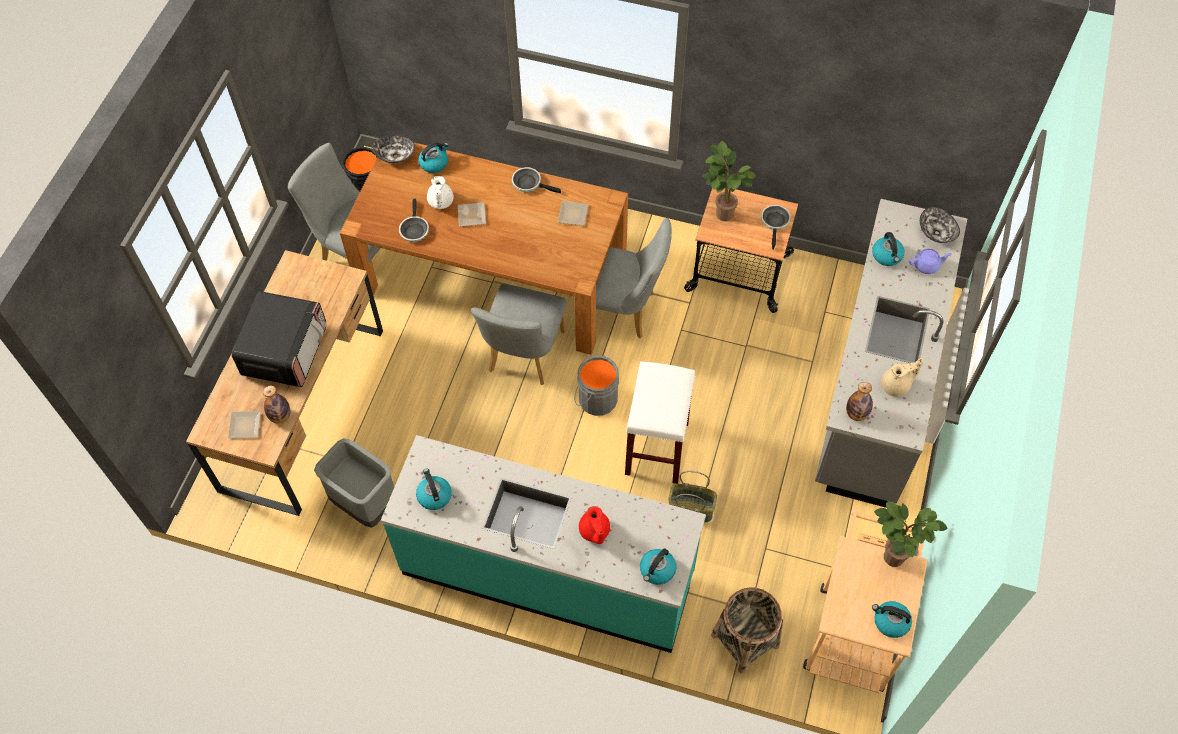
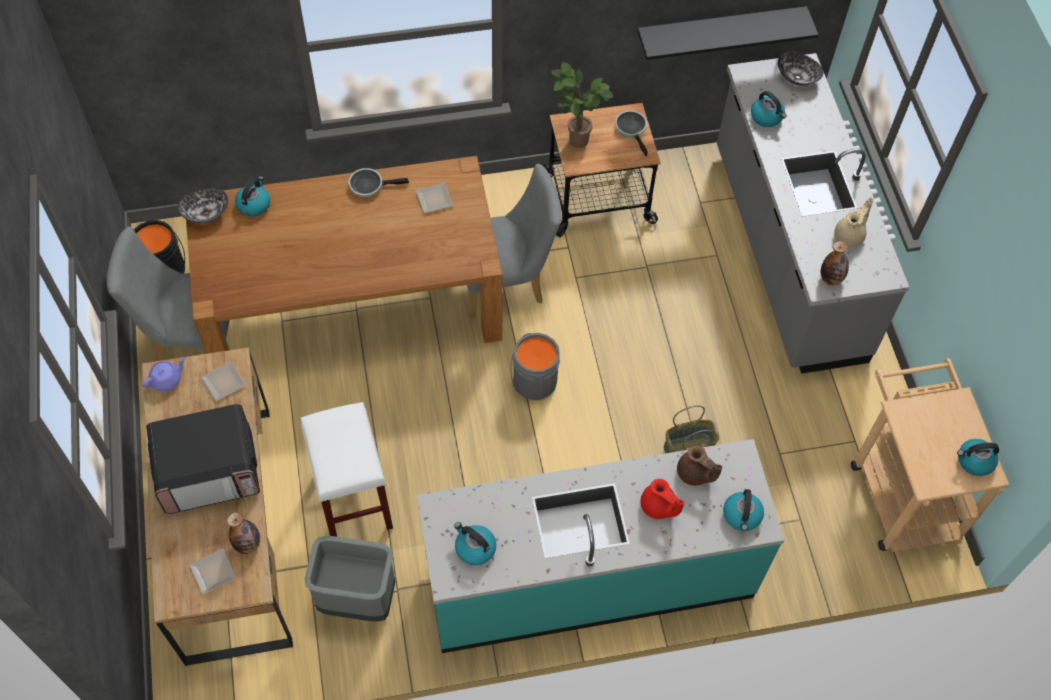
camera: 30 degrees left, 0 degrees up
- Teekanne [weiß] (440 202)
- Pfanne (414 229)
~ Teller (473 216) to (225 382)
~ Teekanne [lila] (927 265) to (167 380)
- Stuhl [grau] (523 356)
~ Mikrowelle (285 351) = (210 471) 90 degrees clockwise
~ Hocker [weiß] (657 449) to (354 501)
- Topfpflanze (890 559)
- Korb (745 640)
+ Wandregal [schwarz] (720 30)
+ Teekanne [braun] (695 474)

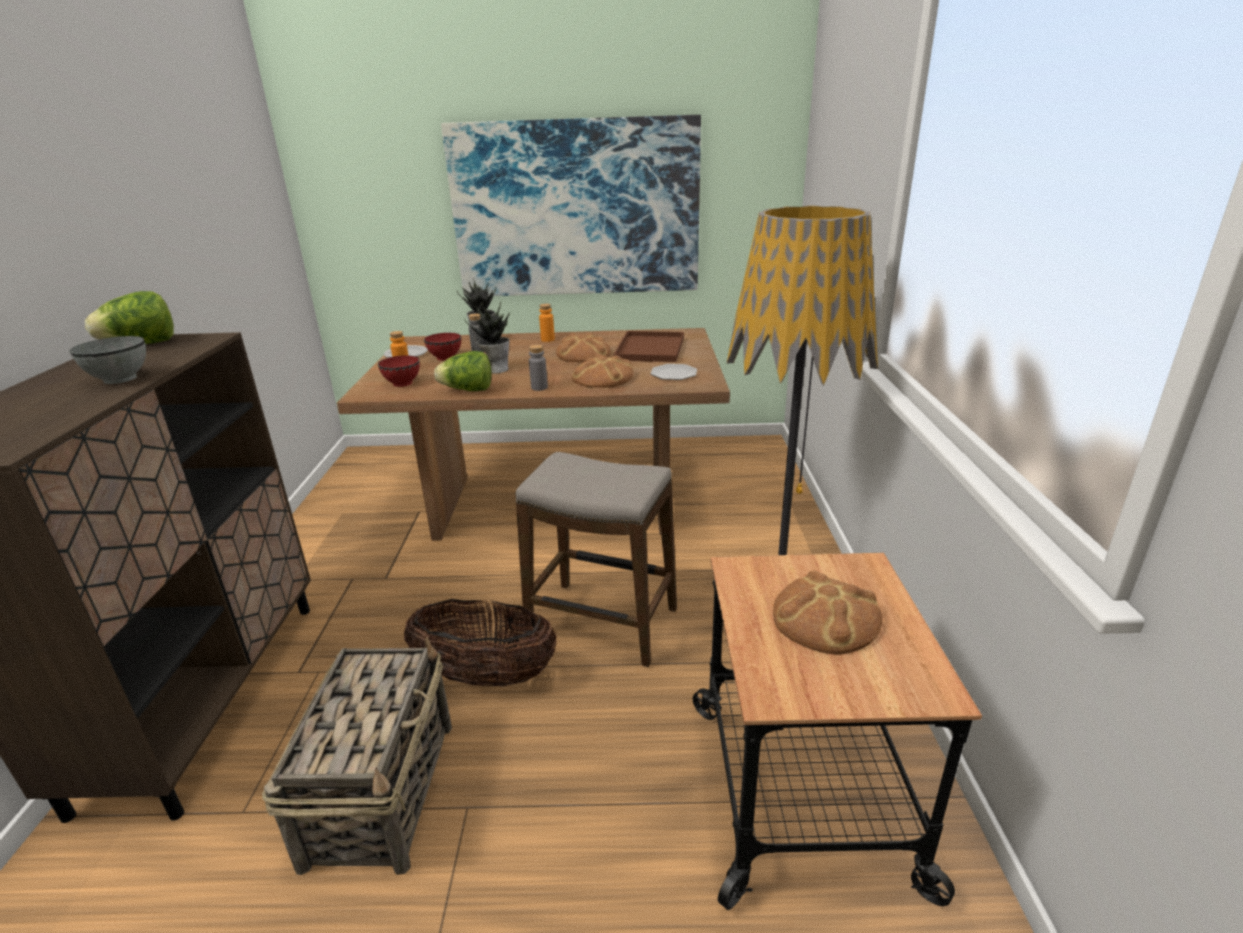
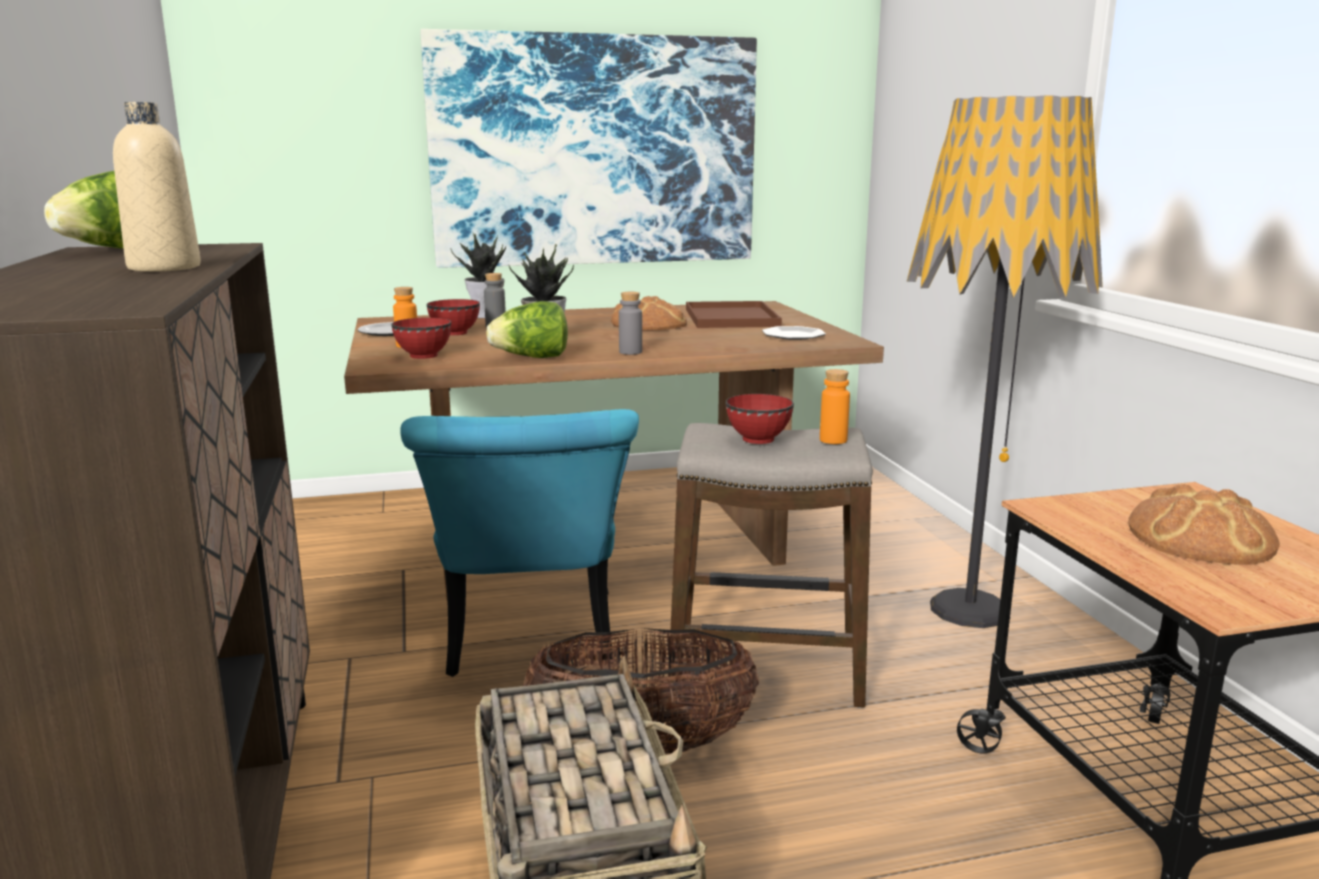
camera: 15 degrees left, 10 degrees down
~ Flasche [orange] (547 339) to (833 440)
~ Schüssel [grau] (121 379) to Flasche [beige] (164 267)
- Brot (603 378)
+ Schüssel [rot] (759 439)
+ Stuhl [türkis] (531 643)

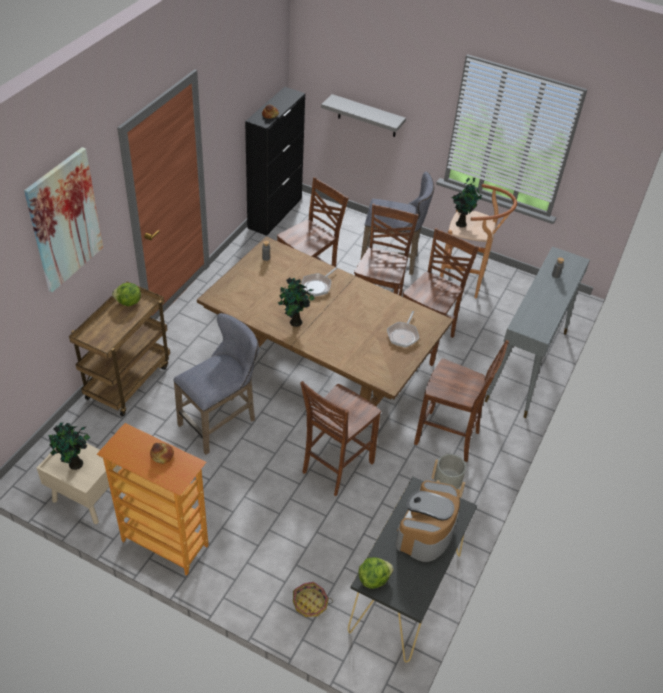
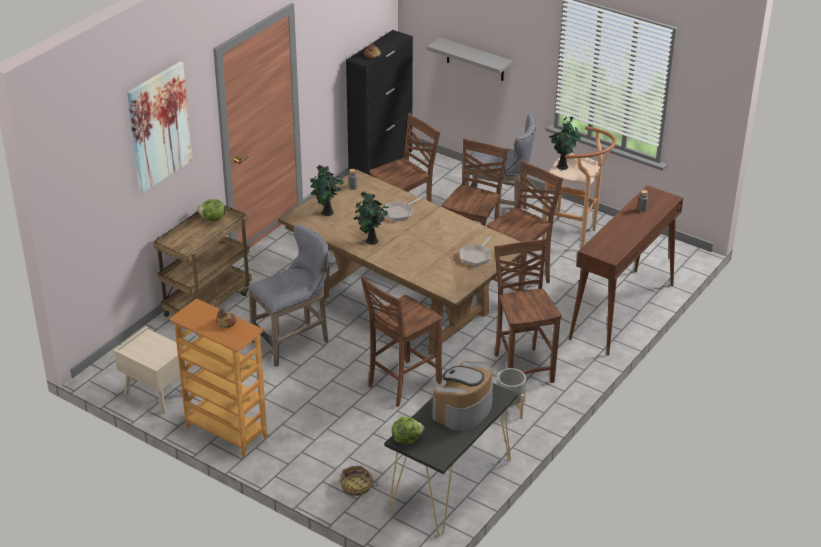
camera: 10 degrees right, 10 degrees down
~ Konsolentisch [grau] (526 366) to Konsolentisch [braun] (621 312)
~ Stuhl [braun] (448 438) = (522 367) 135 degrees counterclockwise
~ Topfpflanze (75 465) to (327 213)

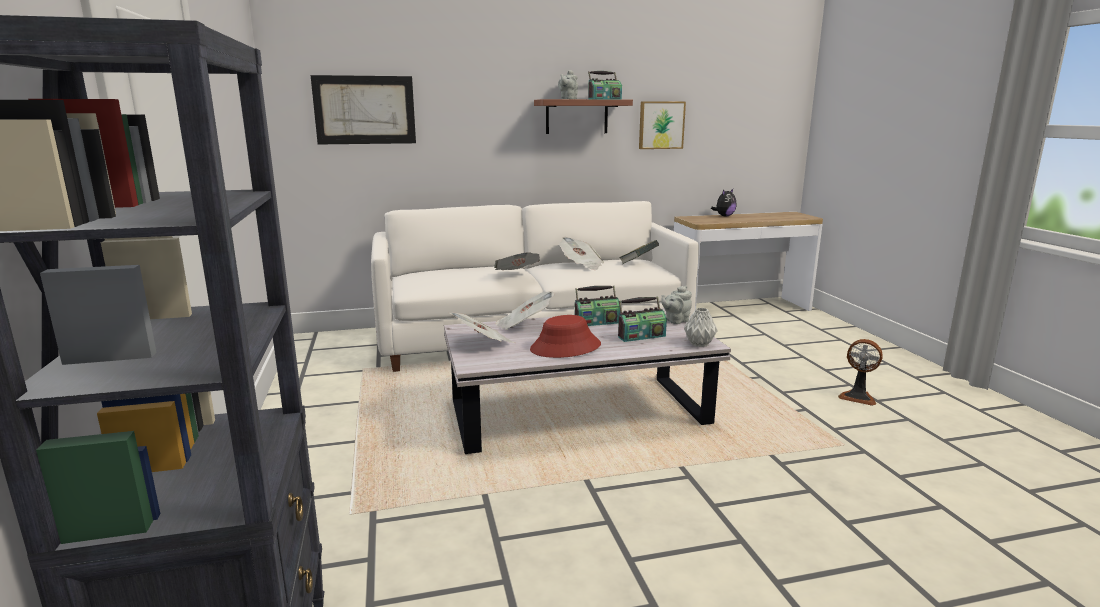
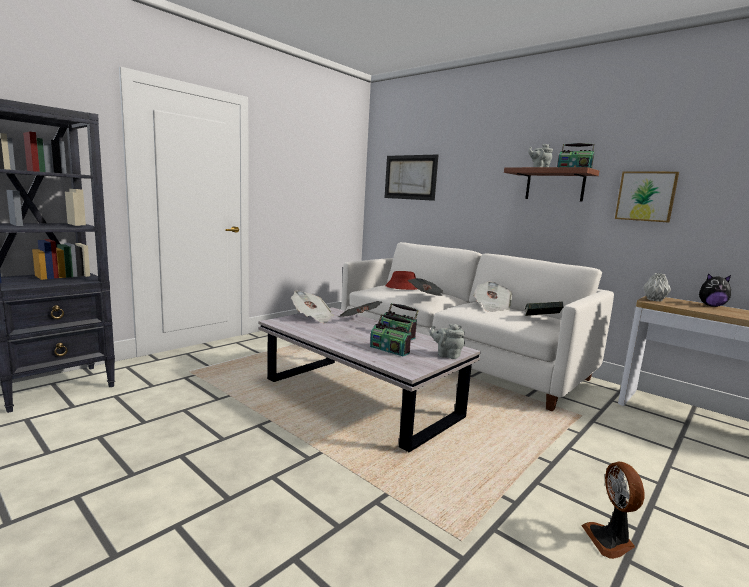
camera: 55 degrees right, 5 degrees down
~ Vase [grau] (700 344) to (655 300)
~ Hut [rot] (565 347) to (403 287)

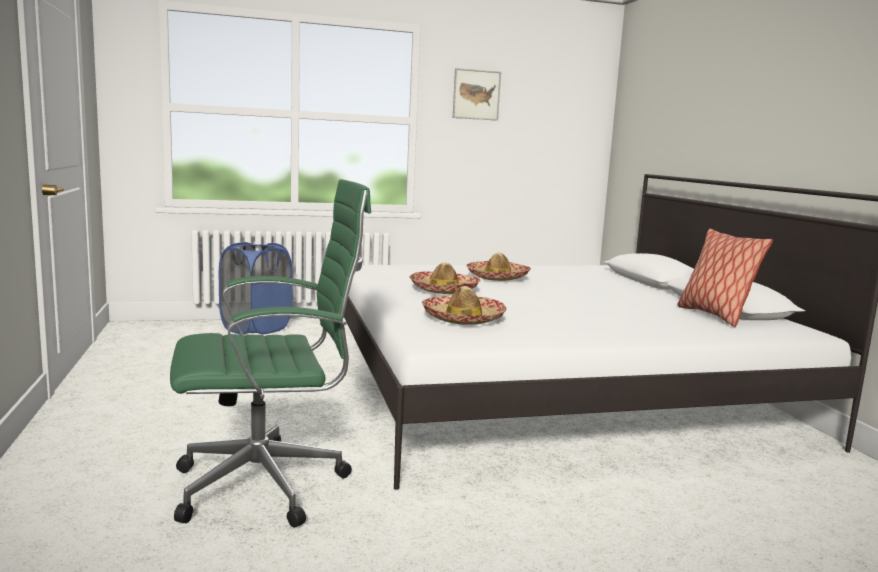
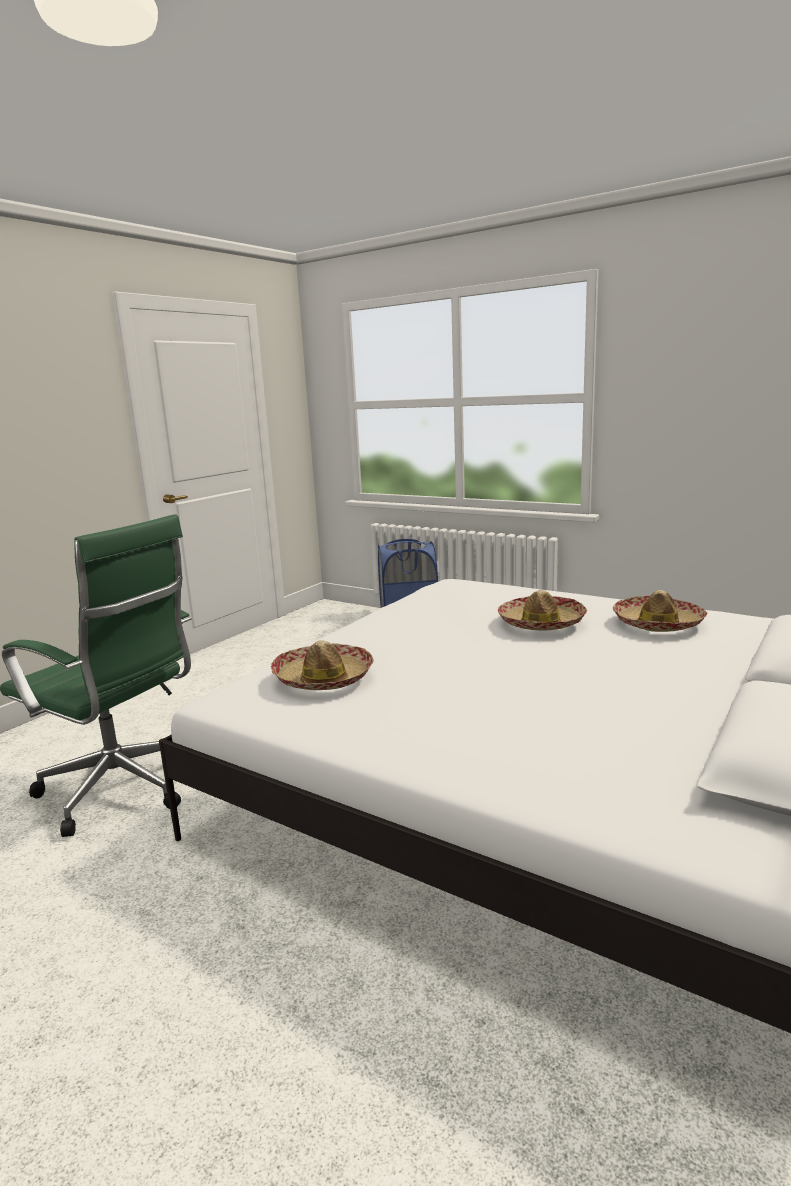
camera: 50 degrees right, 5 degrees up
- Bild (476 94)
- Kissen (714 316)
~ Hut (444 290) to (658 623)

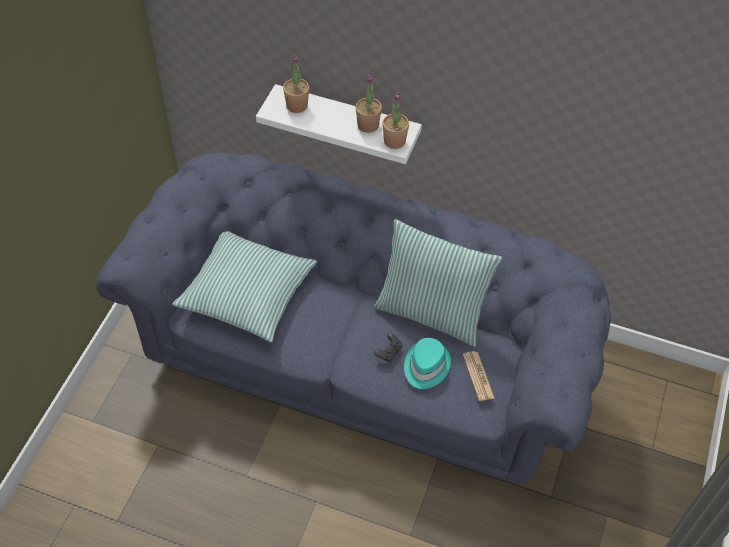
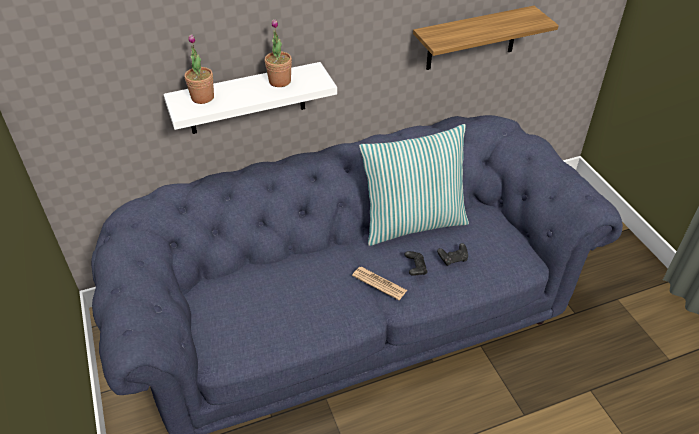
camera: 40 degrees left, 10 degrees down
- Topfpflanze (394 141)
- Kissen (247 292)
~ Hut [türkis] (425 366) to Gamepad [schwarz] (453 259)
~ Zeitung (478 376) to (379 283)
+ Wandregal (472 38)

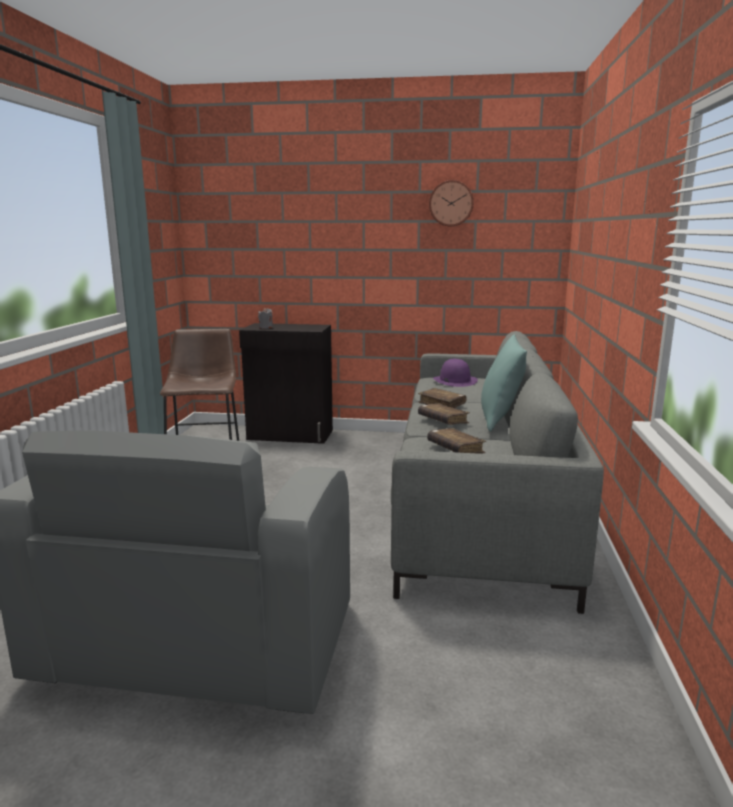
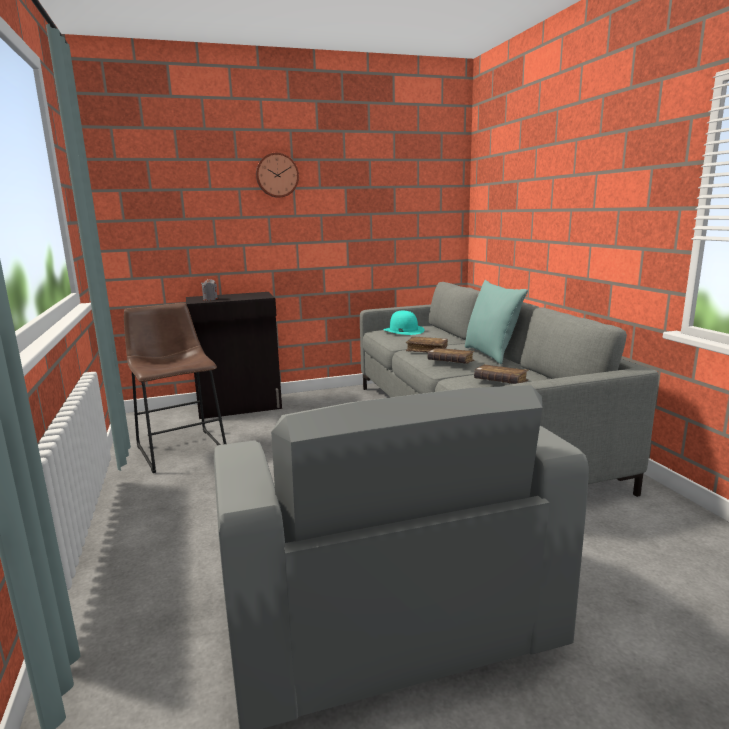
camera: 25 degrees left, 0 degrees up
~ Wanduhr (451 203) to (277 175)
~ Hut [lila] (454 381) to Hut [türkis] (403 330)

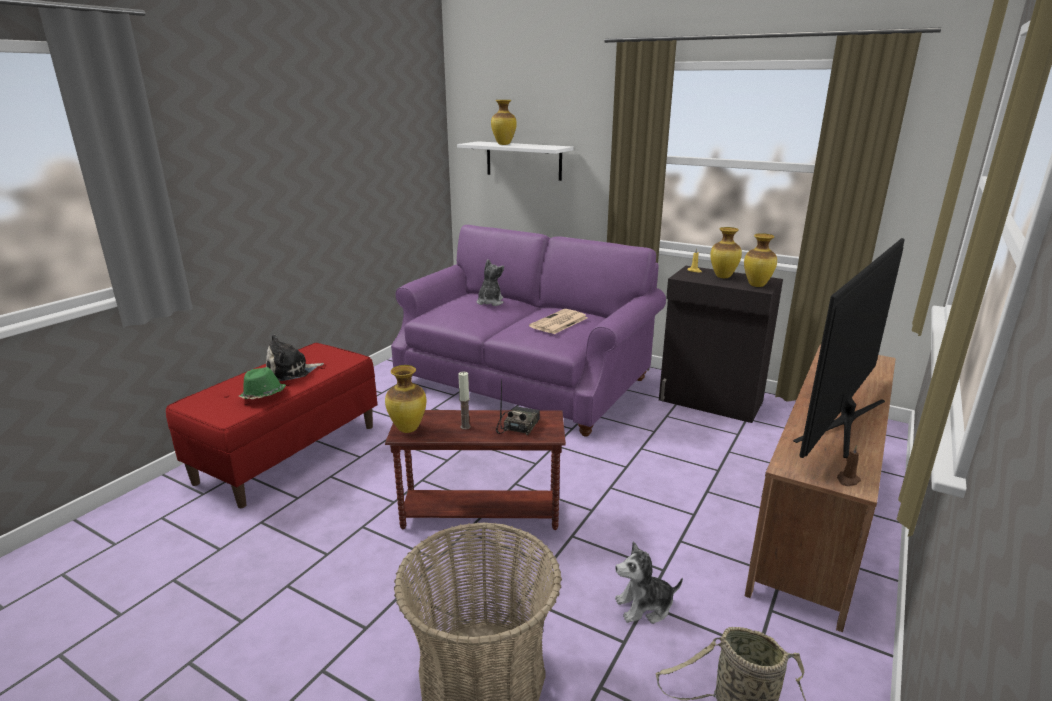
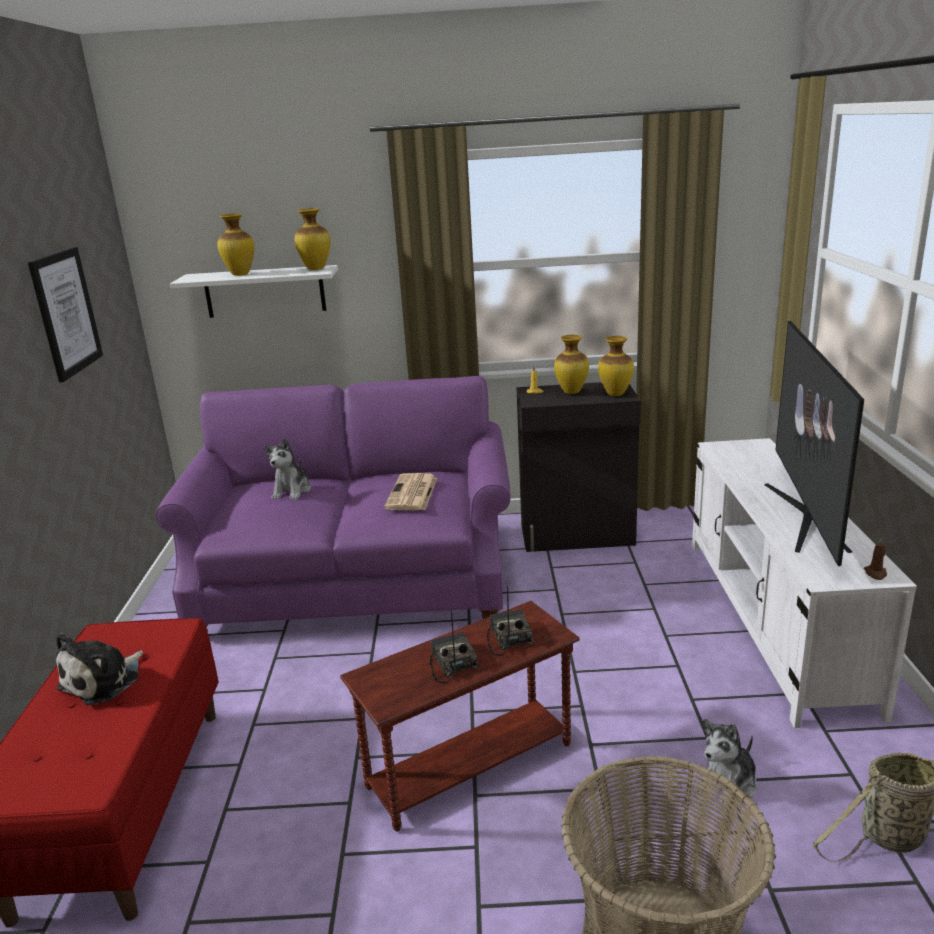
camera: 30 degrees left, 0 degrees up
~ Plüschtier (490 302) = (292 491) 150 degrees counterclockwise
~ Fernsehschrank [braun] (817 515) to Fernsehschrank [weiß] (774 619)
~ Vase (407 429) to (315 269)
- Hut [grün] (263 396)
~ Kerze (465 427) to Radio (451 663)
+ Bild (66 312)

